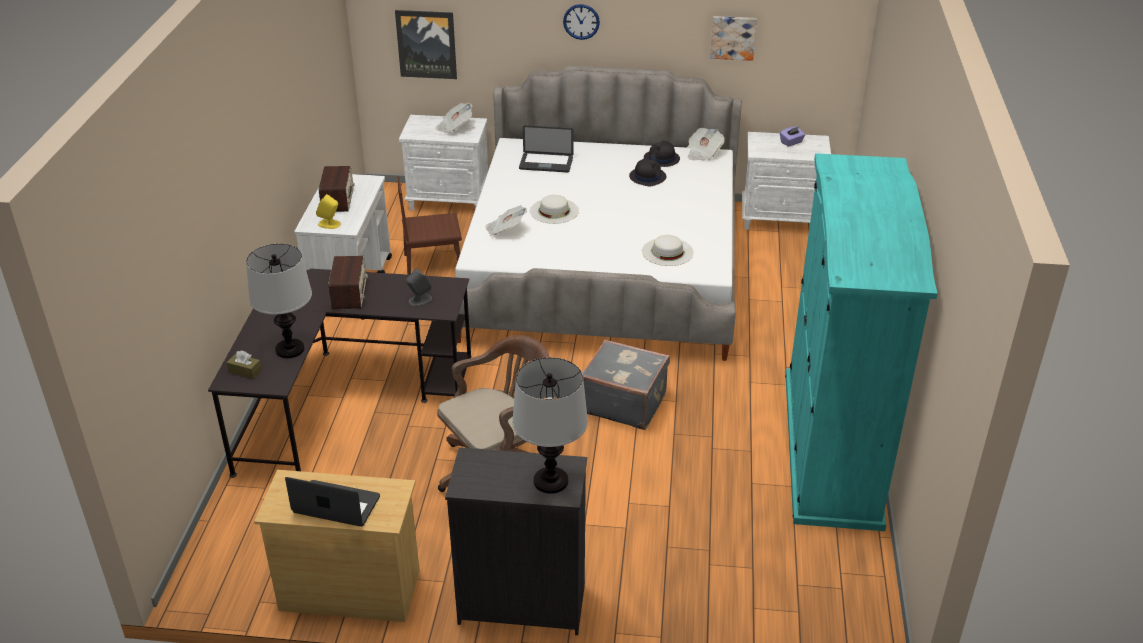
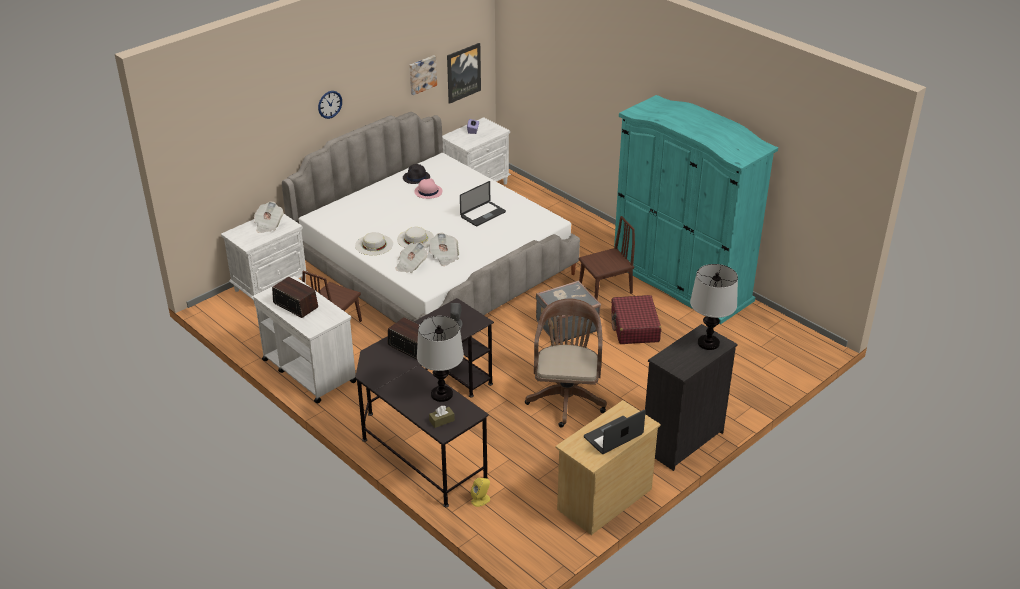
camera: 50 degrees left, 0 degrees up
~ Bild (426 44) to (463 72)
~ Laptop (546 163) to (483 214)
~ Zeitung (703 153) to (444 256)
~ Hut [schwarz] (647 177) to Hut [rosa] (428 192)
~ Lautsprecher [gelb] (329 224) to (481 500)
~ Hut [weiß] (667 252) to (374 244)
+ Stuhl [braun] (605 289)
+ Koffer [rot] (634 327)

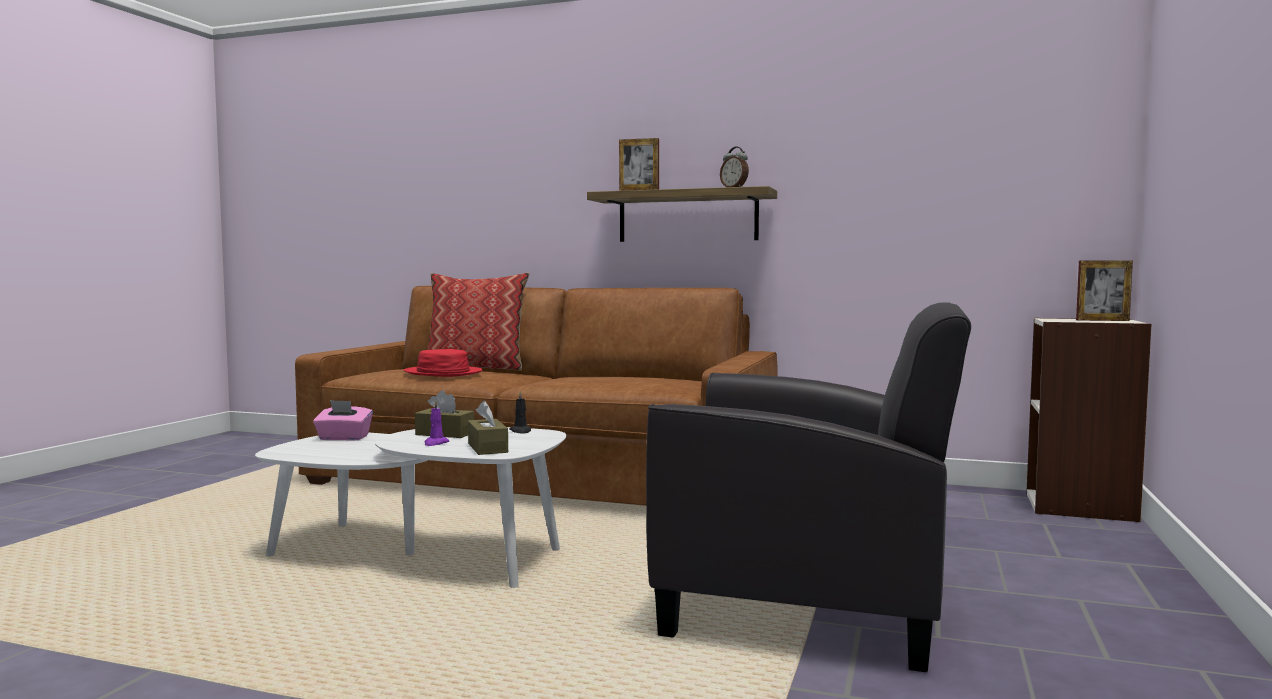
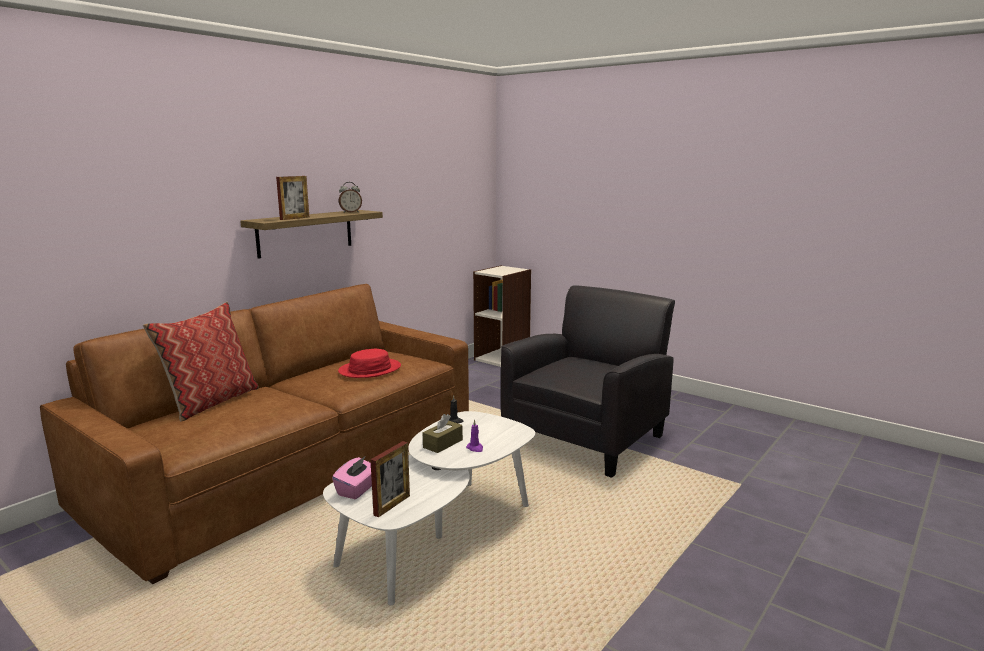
camera: 70 degrees left, 10 degrees up
~ Bilderrahmen (1102 320) to (392 505)
~ Hut [rot] (443 373) to (370 369)
- Taschentuchbox [braun] (487 448)

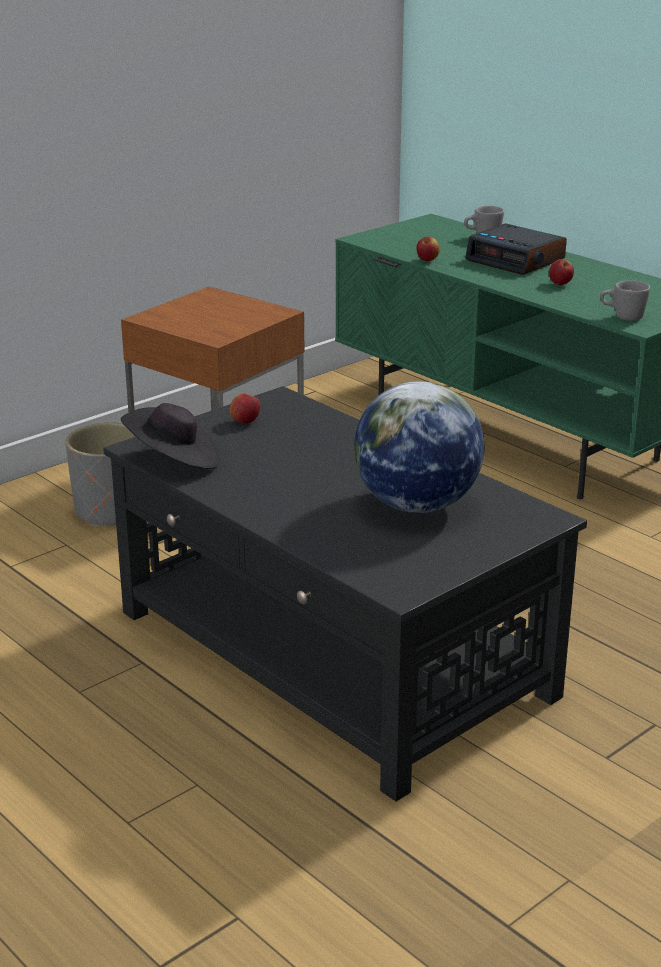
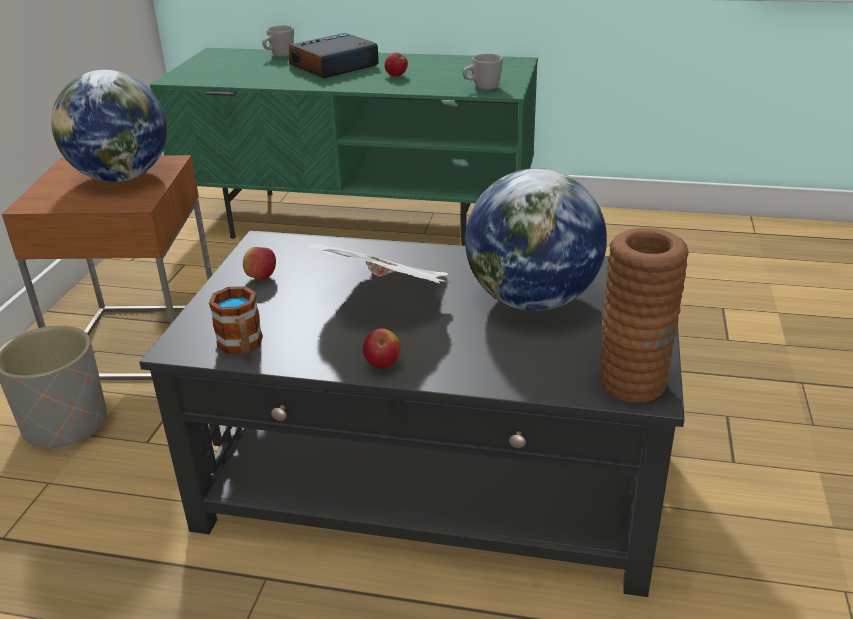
camera: 35 degrees left, 5 degrees up
~ Wecker (516 260) = (333 66) 135 degrees clockwise
~ Apfel (427 260) to (383 365)
~ Hut [schwarz] (174 461) to Henkelbecher (242 347)
+ Globus (121 177)
+ Vase [braun] (632 382)
+ Zeitung (386 296)

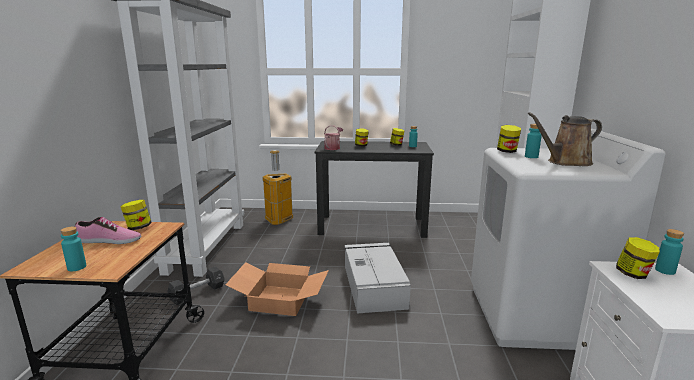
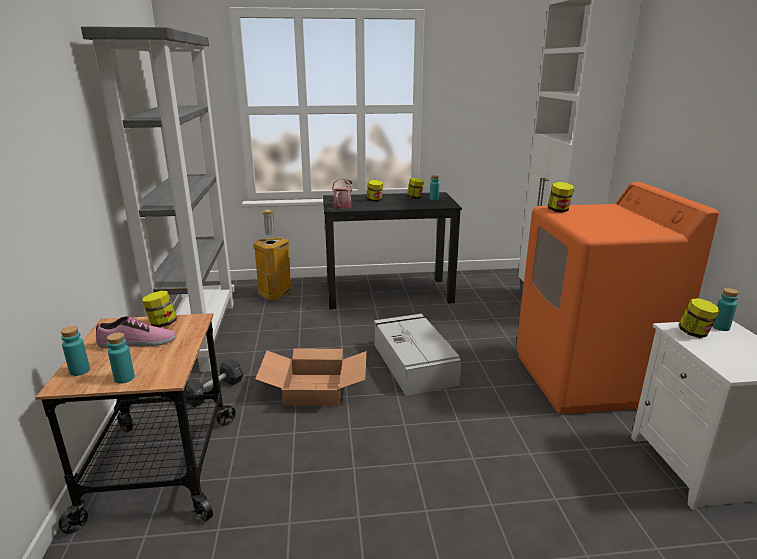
camera: 10 degrees left, 5 degrees up
- Gießkanne [braun] (566 162)
~ Flasche [türkis] (531 157) to (79 371)
~ Waschmaschine [weiß] (535 316) to Waschmaschine [orange] (587 379)

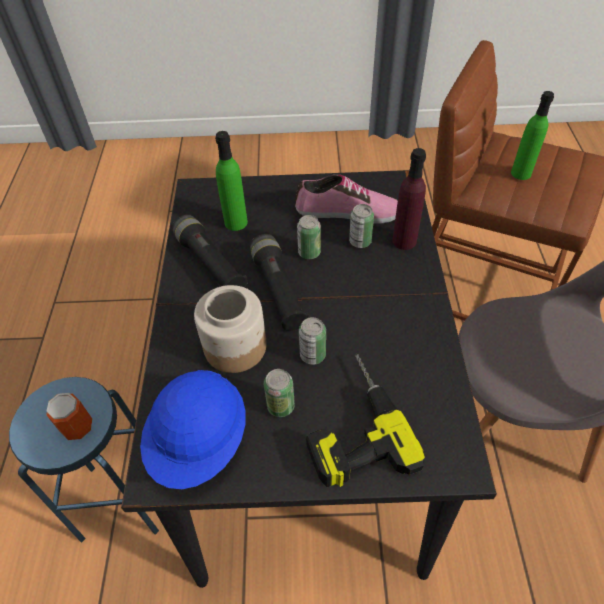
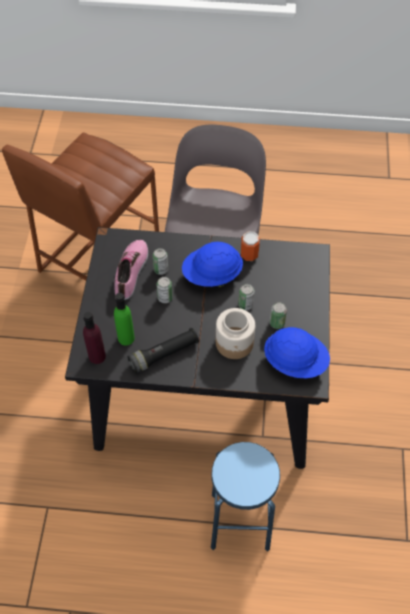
camera: 85 degrees left, 5 degrees up
- Flasche [grün] (520 173)
~ Flasche [lila] (404 241) to (97 356)
- Taschenlampe [schwarz] (278 290)
- Bohrmaschine (350 425)
~ Dose (77 427) to (249 255)
+ Schutzhelm [blau] (212 275)

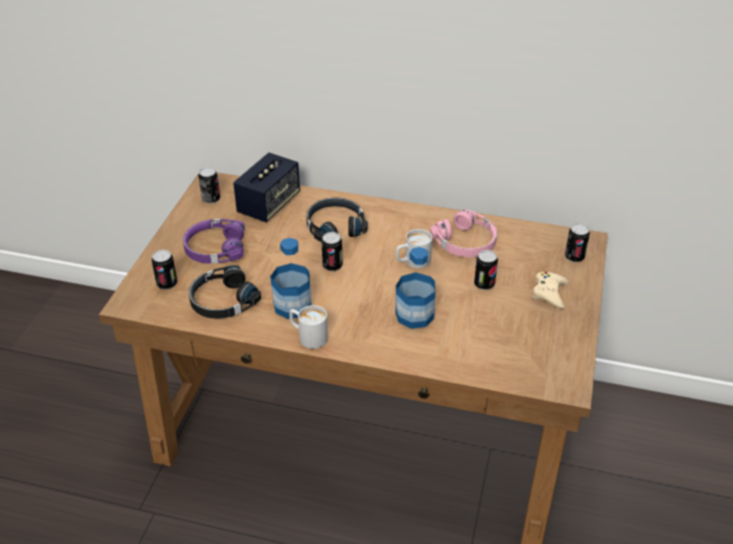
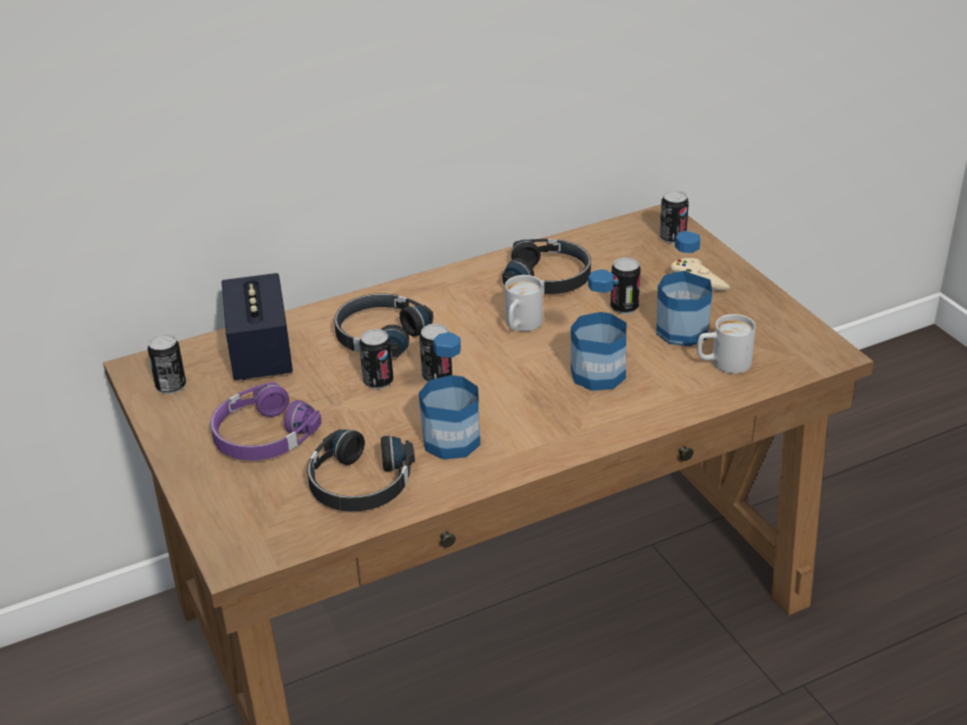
camera: 40 degrees left, 5 degrees down
~ Kopfhörer [rosa] (466 242) to Kopfhörer [schwarz] (549 278)
~ Dose (167 284) to (378 381)
~ Henkelbecher [weiß] (308 336) to (723 363)
+ Flasche (682 331)

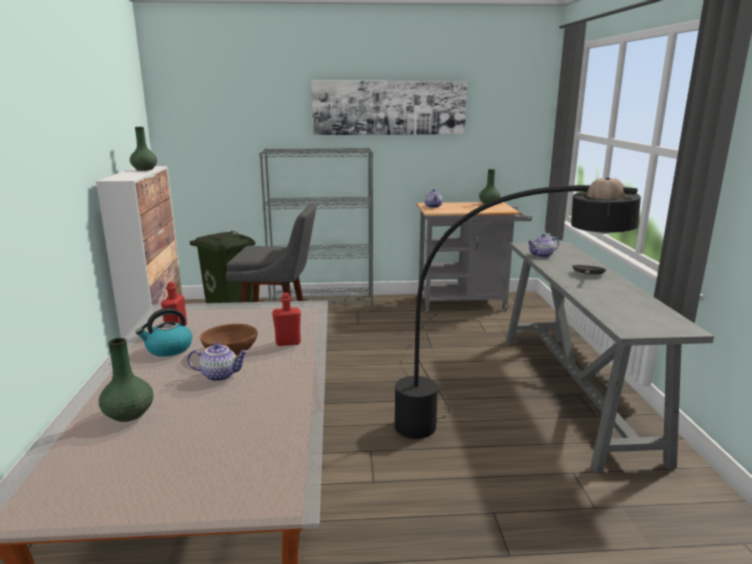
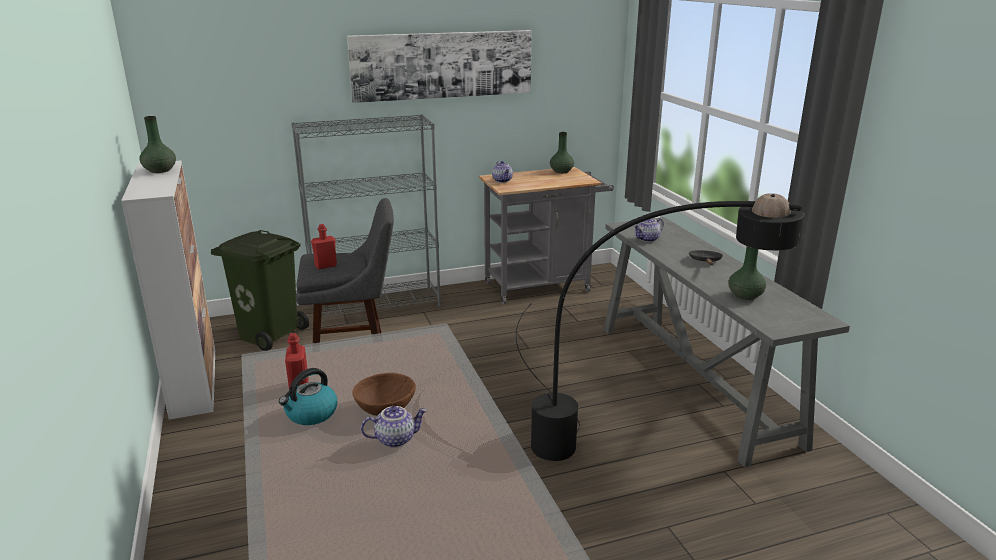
camera: 15 degrees left, 5 degrees up
~ Flasche [rot] (288 342) to (325 266)
~ Vase [grün] (128 414) to (744 296)

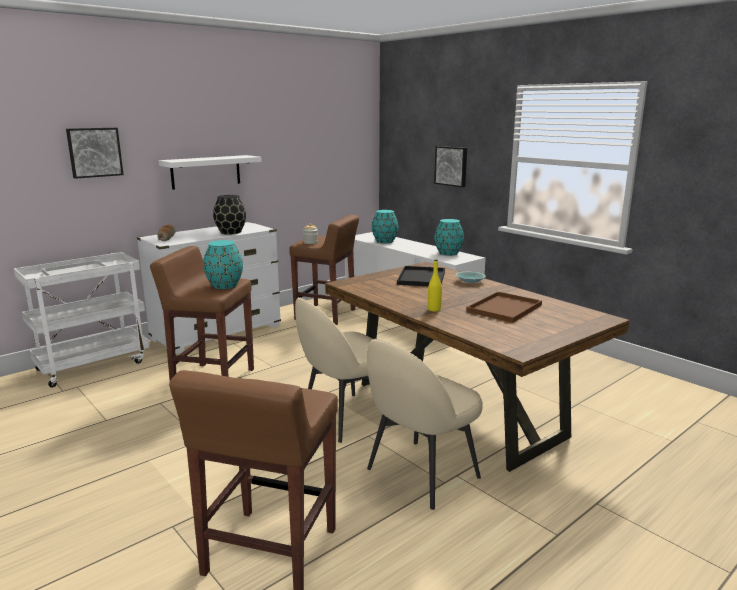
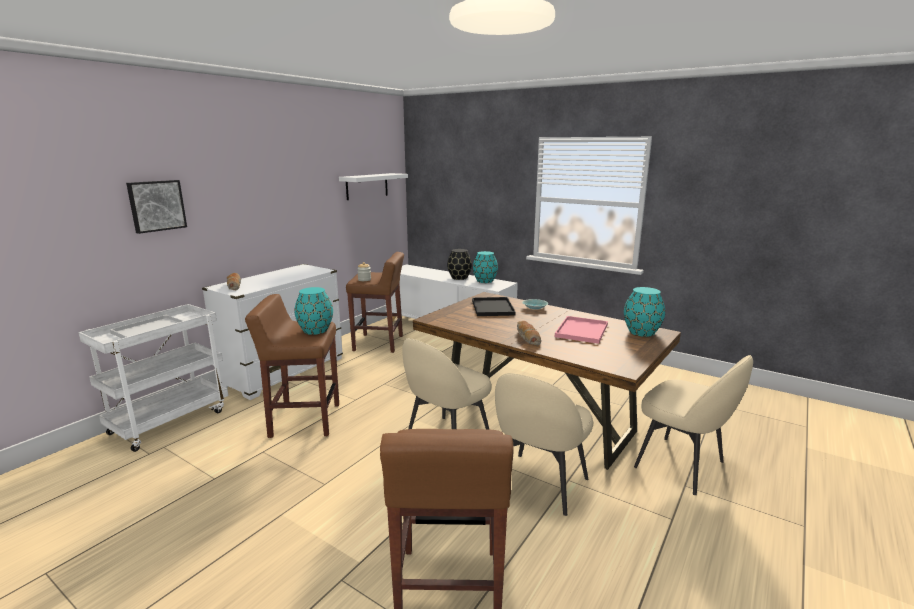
camera: 15 degrees left, 0 degrees up
- Bild (451 166)
~ Wandregal [weiß] (206 172) to (367 186)
~ Vase [schwarz] (231 232) to (459 277)
~ Vase [türkis] (385 241) to (641 332)
~ Flasche [gelb] (434 309) to Brot (527 337)
~ Tablett [braun] (504 309) to Tablett [rosa] (582 331)
+ Stuhl [beige] (682 465)

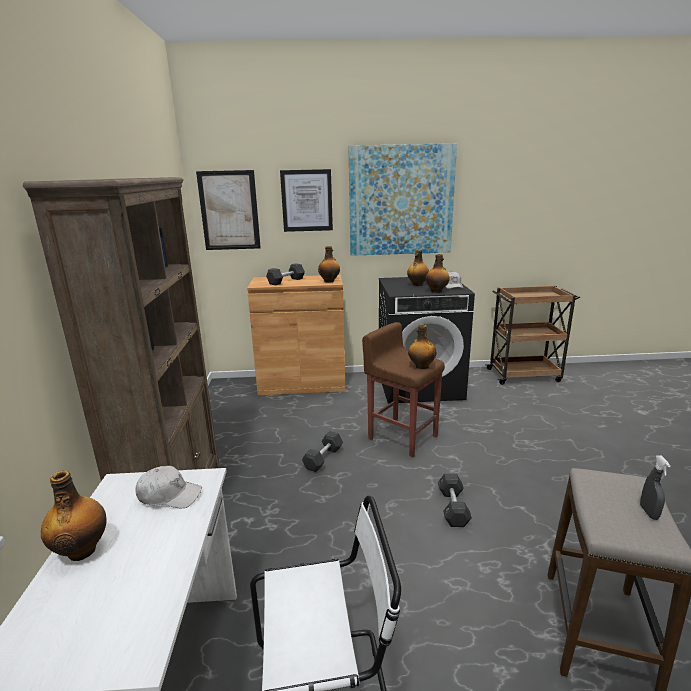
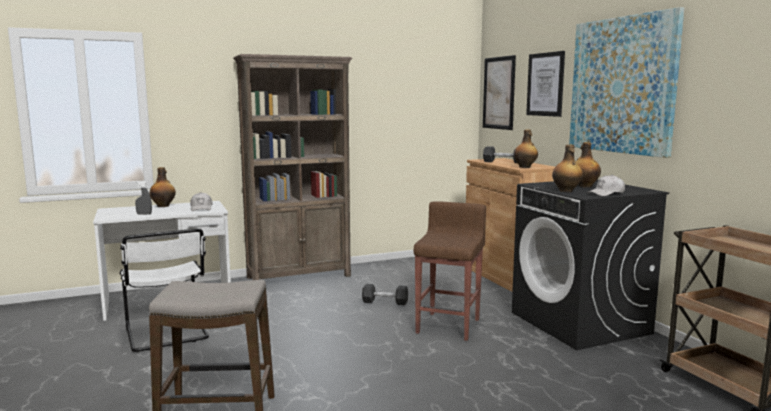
camera: 70 degrees right, 10 degrees down
- Flasche (421 366)
~ Sprühflasche [grau] (649 512) to (144 214)
- Hantel [grau] (453 508)

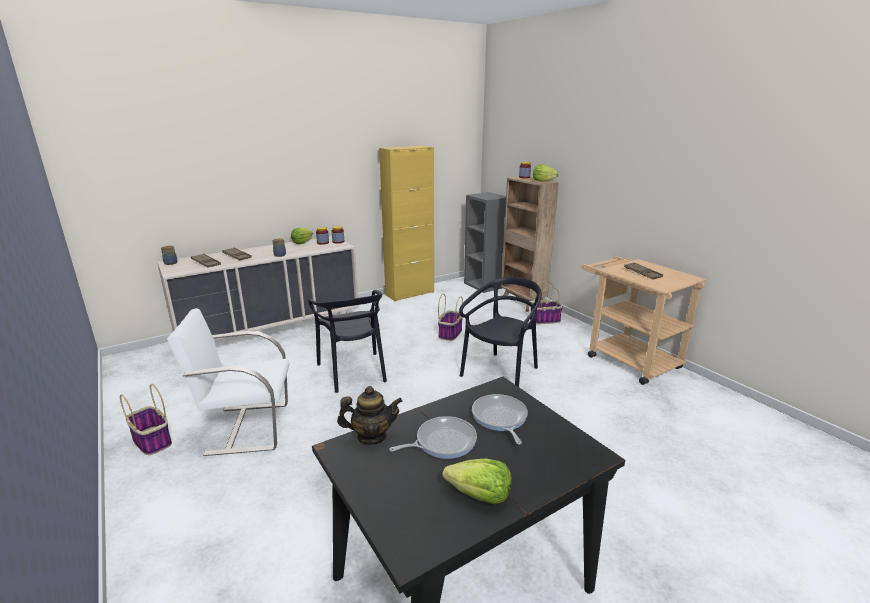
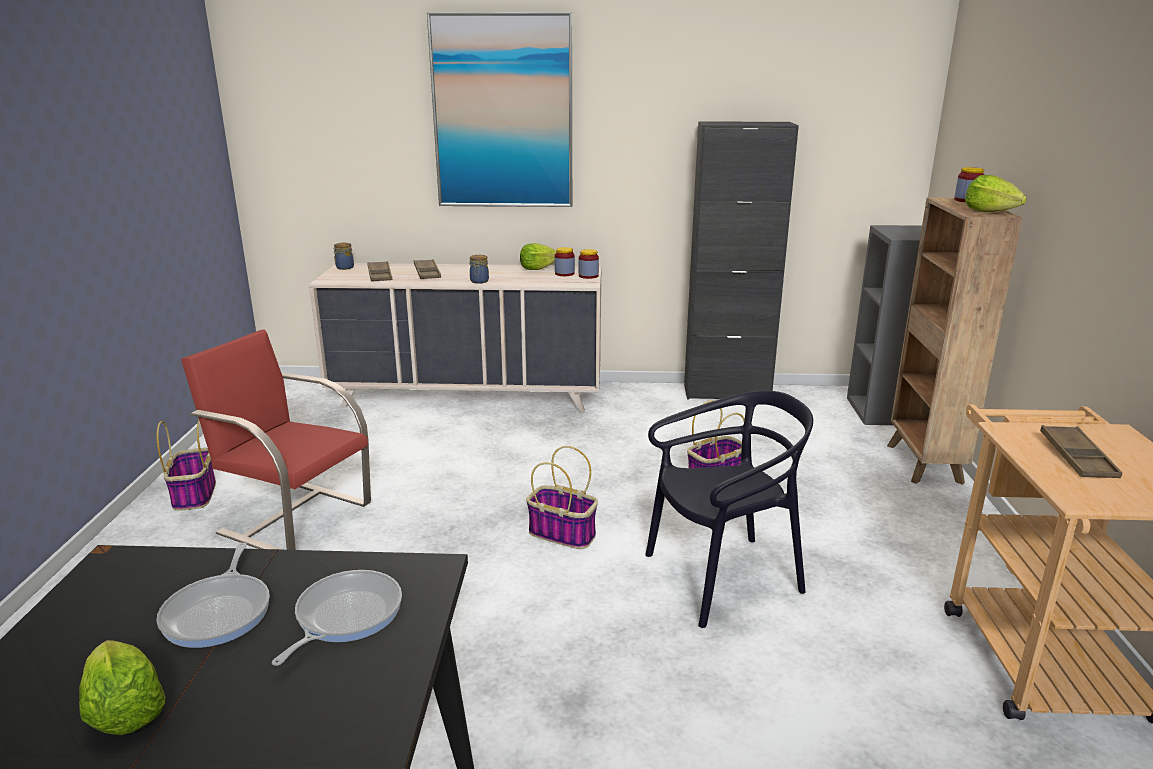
camera: 35 degrees right, 0 degrees up
~ Schrank [gelb] (409 293) to Schrank [schwarz] (726 392)
~ Korb (545 320) to (563 534)
- Stuhl [schwarz] (353 371)
~ Stuhl [weiß] (247 427) to Stuhl [rot] (294 517)
- Teekanne (371 436)
~ Pfanne (442 442) = (220 612) 75 degrees clockwise
+ Bild (503 113)

